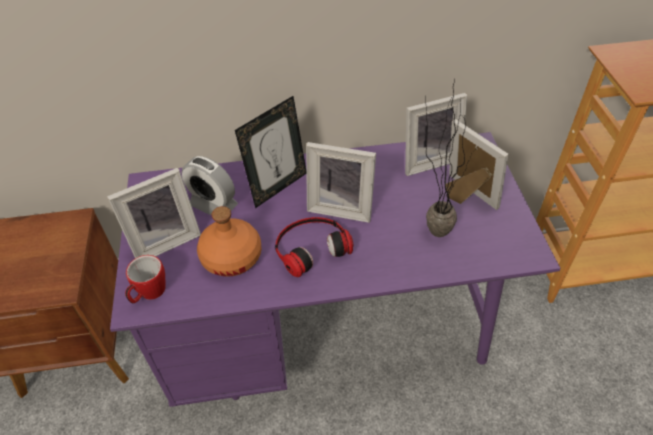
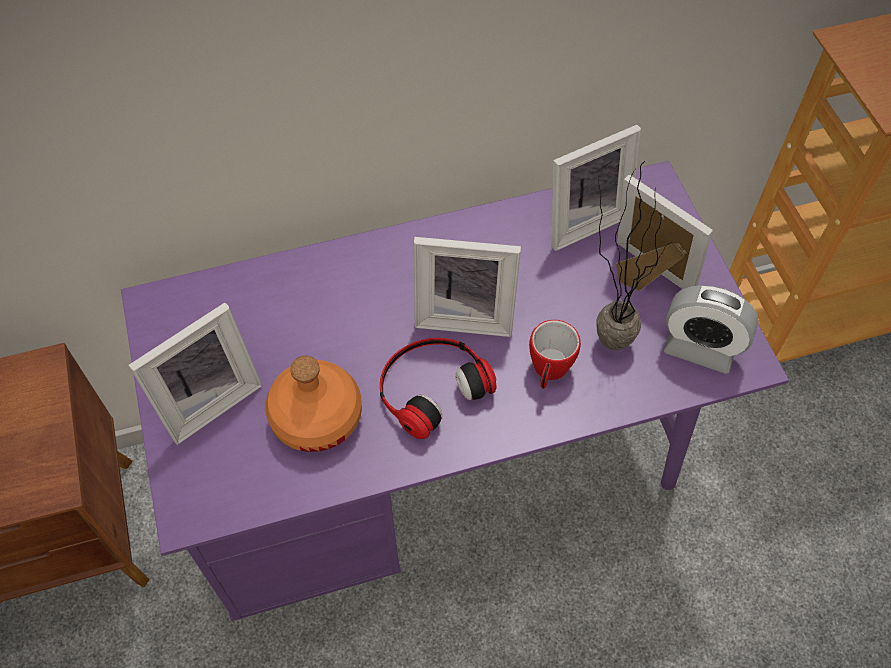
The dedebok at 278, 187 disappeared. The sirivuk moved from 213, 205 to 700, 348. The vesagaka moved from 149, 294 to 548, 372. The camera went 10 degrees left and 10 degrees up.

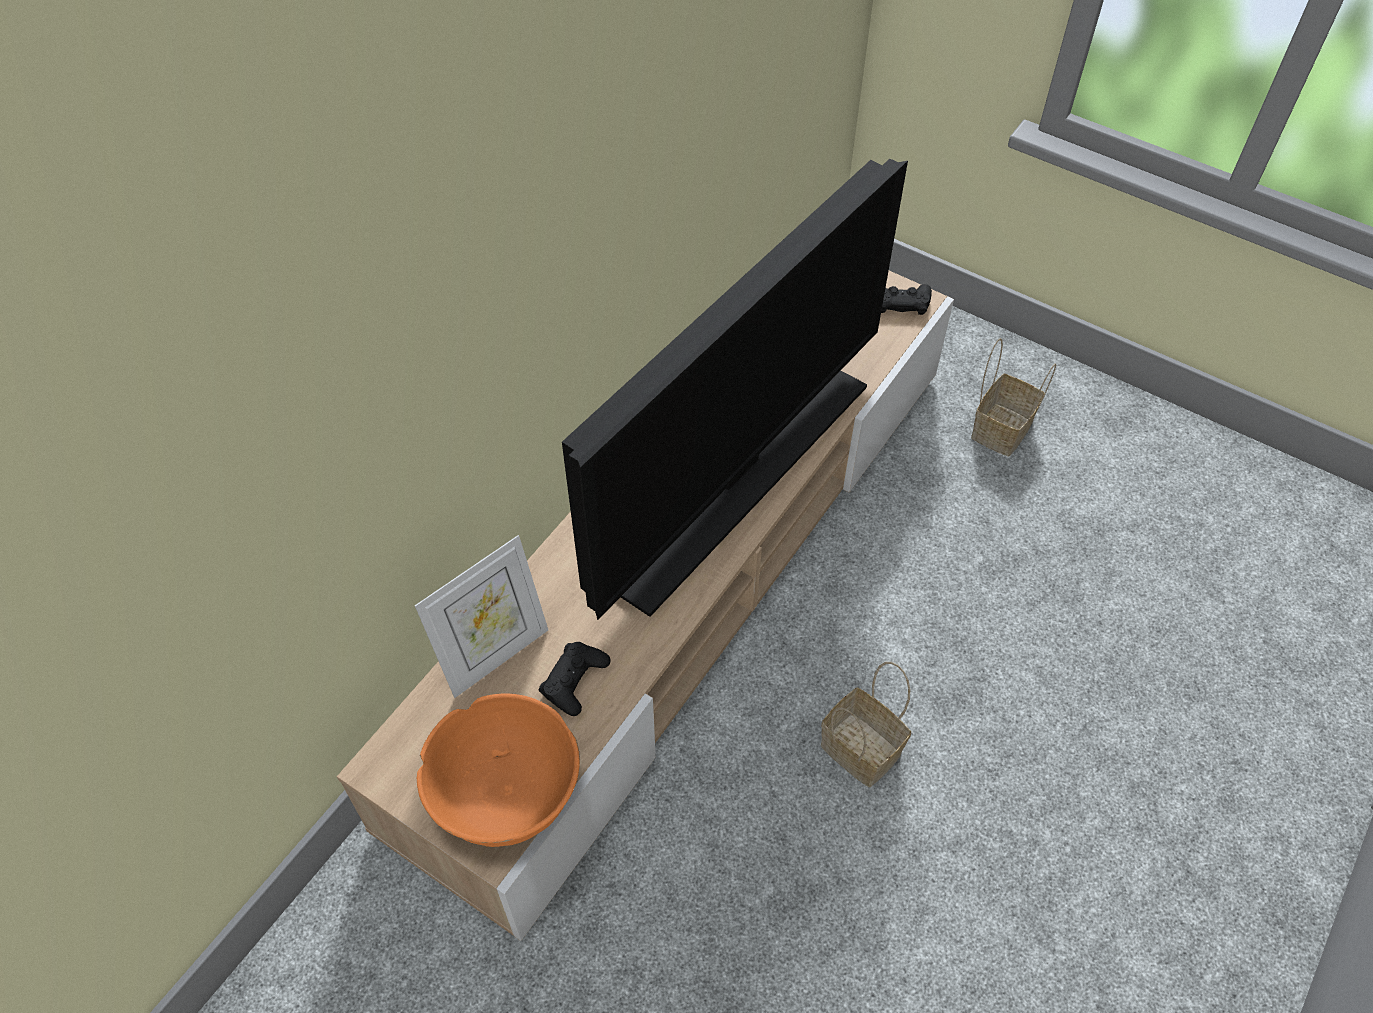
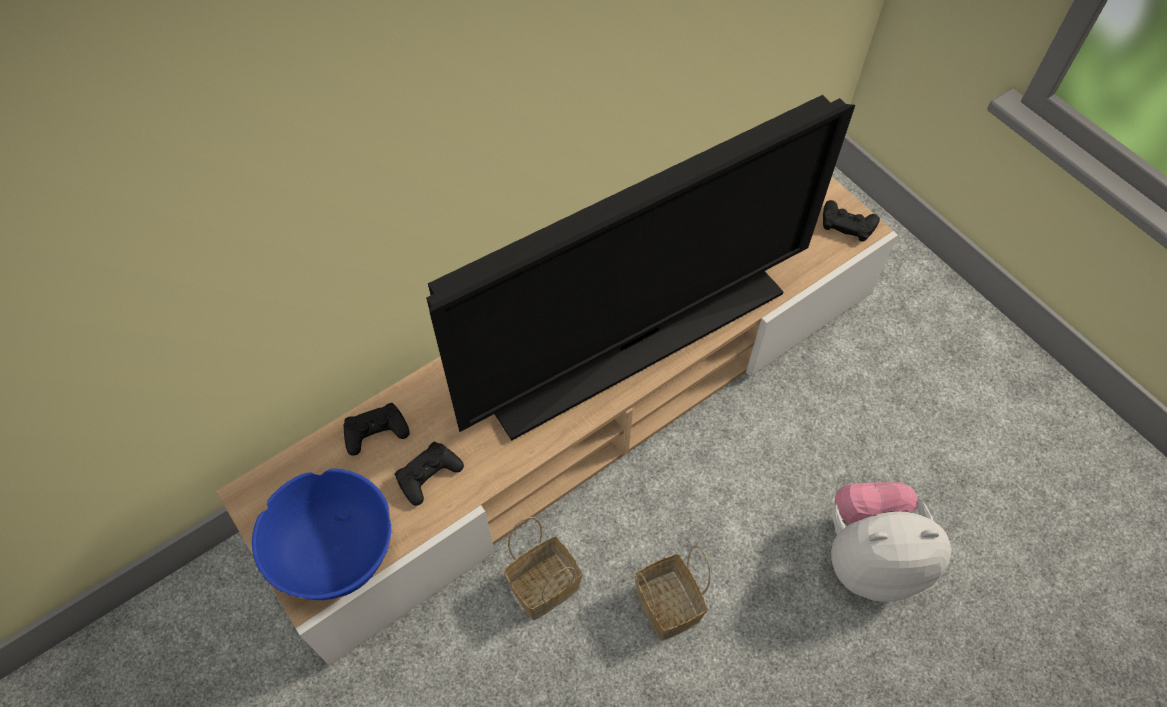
The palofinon moved from 1001, 428 to 545, 584. The dedebok at 495, 655 was replaced by the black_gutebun at 376, 431. The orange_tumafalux at 506, 794 became the blue_tumafalux at 335, 552. The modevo at 870, 557 appeared. The camera went 20 degrees right and 5 degrees up.

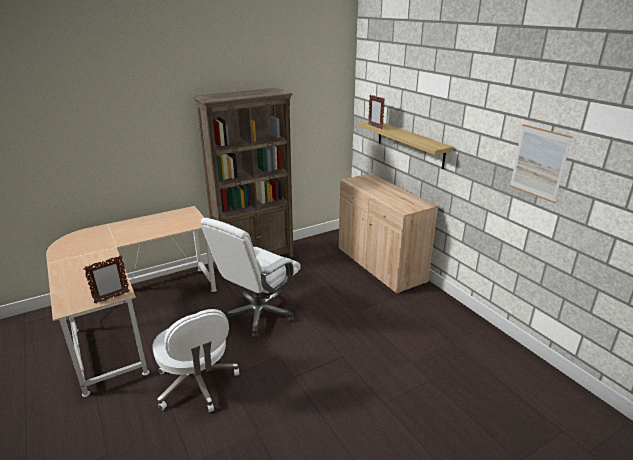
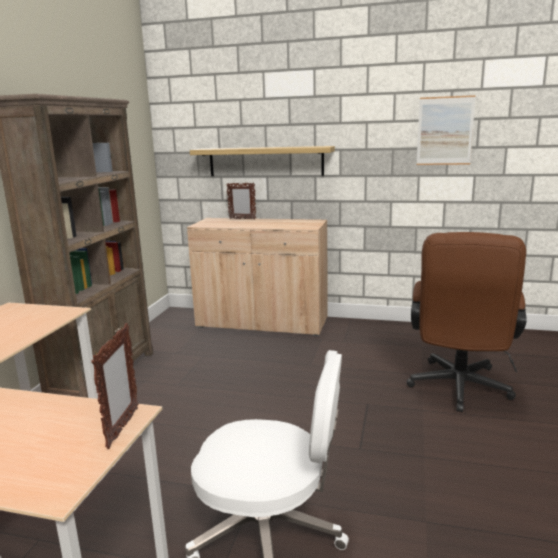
The dedebok moved from 375, 127 to 242, 219. The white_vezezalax at 258, 315 disappeared. The brown_vezezalax at 458, 390 appeared. The camera went 45 degrees left and 10 degrees down.

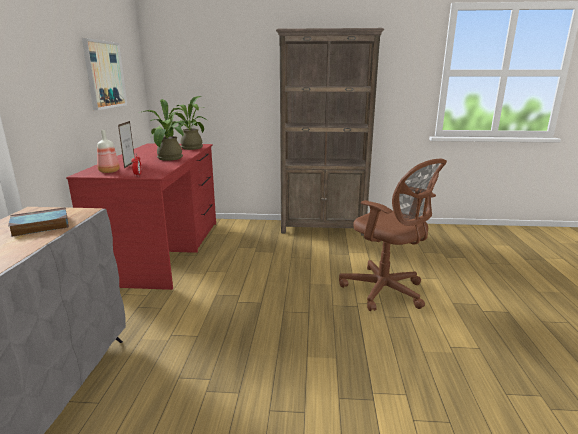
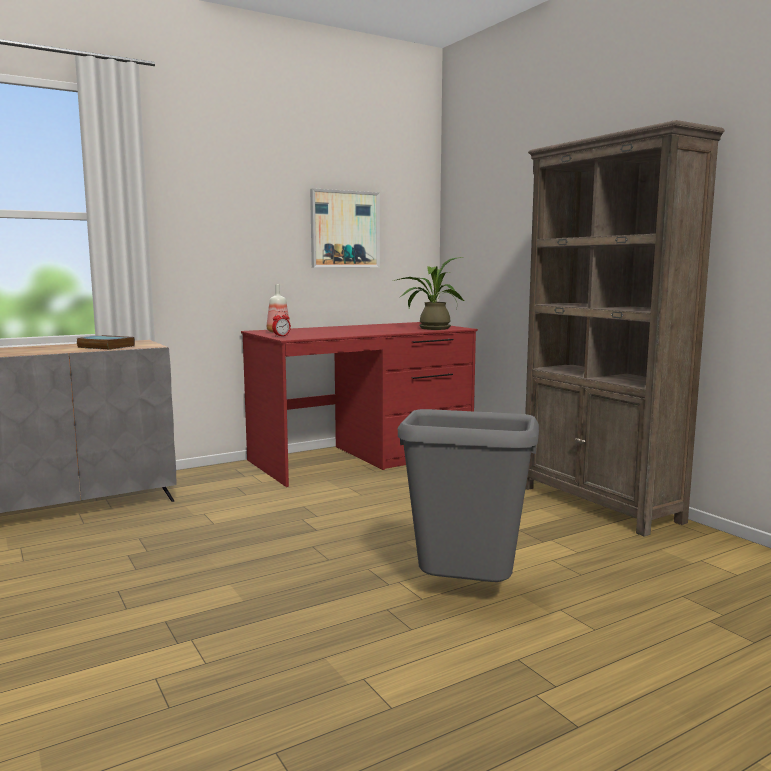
The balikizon at 169, 159 disappeared. The dedebok at 130, 165 disappeared. The brown_vezezalax at 386, 292 was replaced by the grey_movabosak at 464, 594. The camera went 55 degrees right and 10 degrees down.

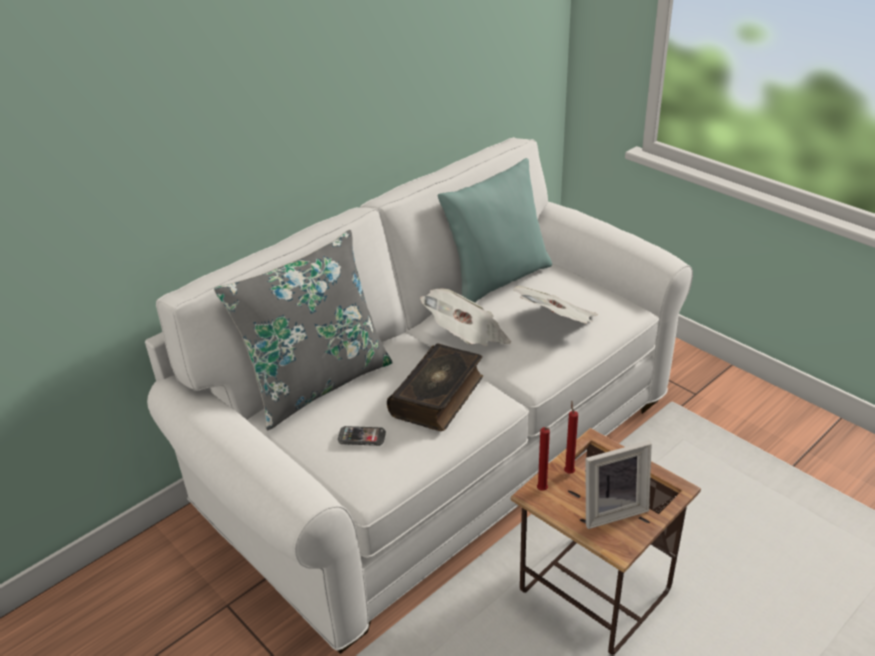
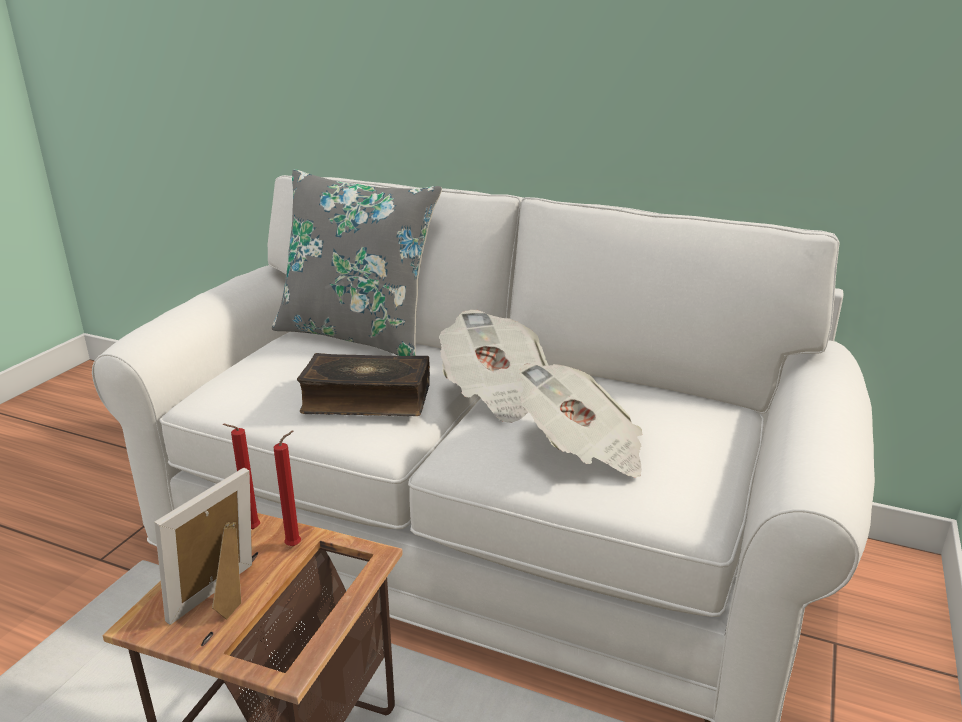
The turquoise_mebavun at 497, 280 disappeared. The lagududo at 361, 437 disappeared. The dedebok at 611, 509 turned 75 degrees clockwise. The camera went 65 degrees right and 10 degrees down.

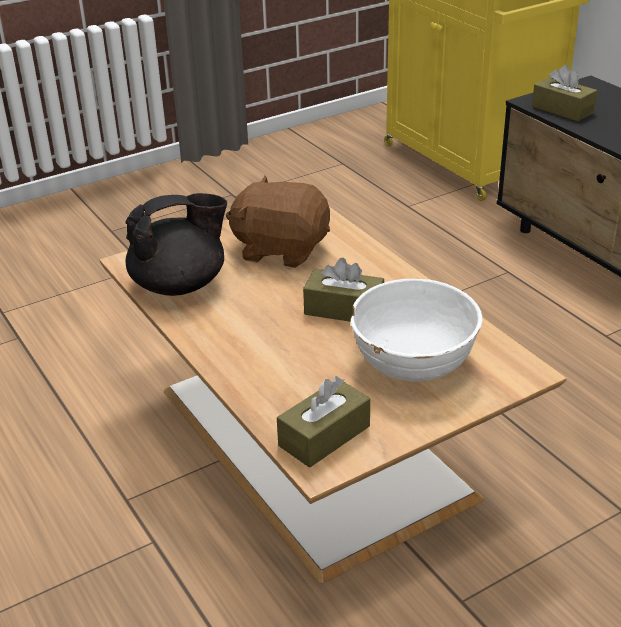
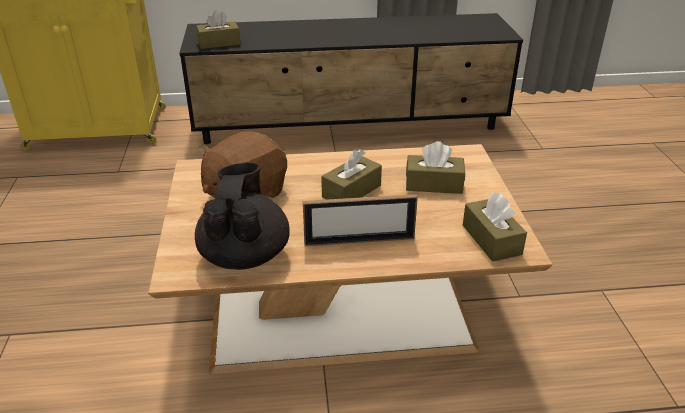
The white_tumafalux at 413, 362 was replaced by the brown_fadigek at 434, 184. The dedebok at 359, 241 appeared. The camera went 65 degrees left and 0 degrees up.

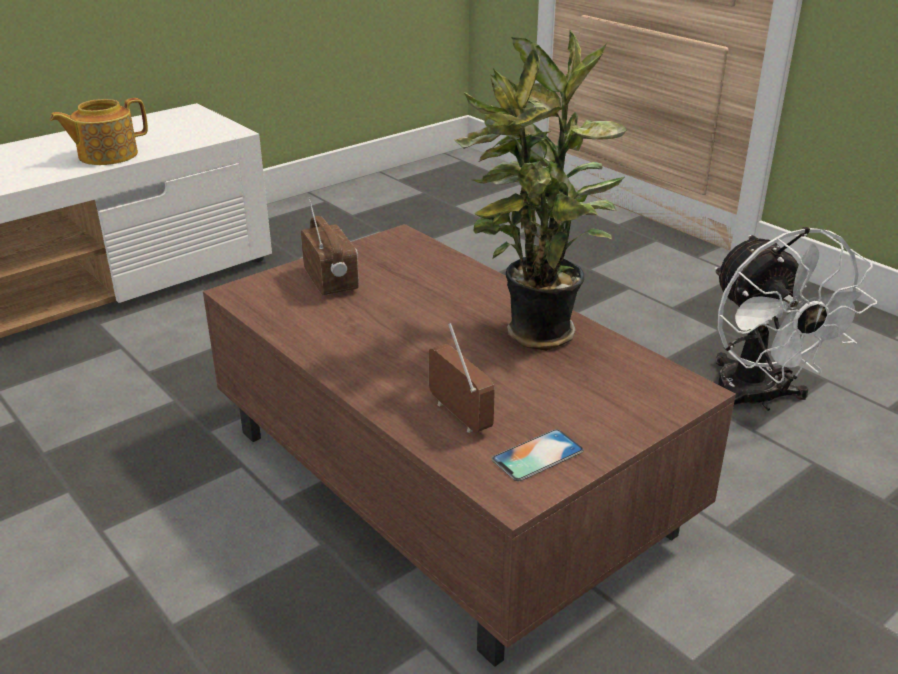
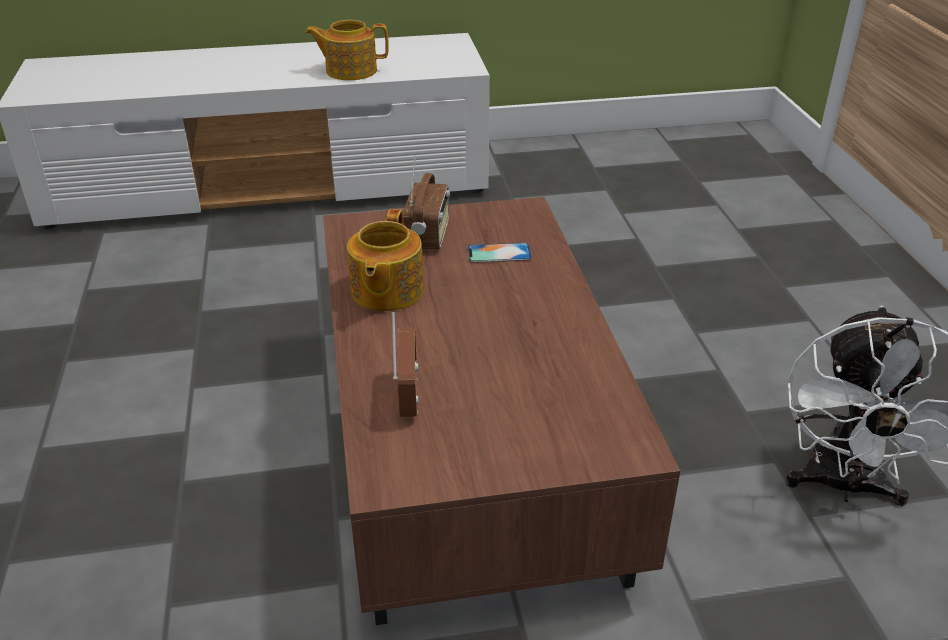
The balikizon at 535, 337 disappeared. The lagududo moved from 537, 455 to 499, 253. The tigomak at 386, 291 appeared. The camera went 30 degrees right and 5 degrees up.

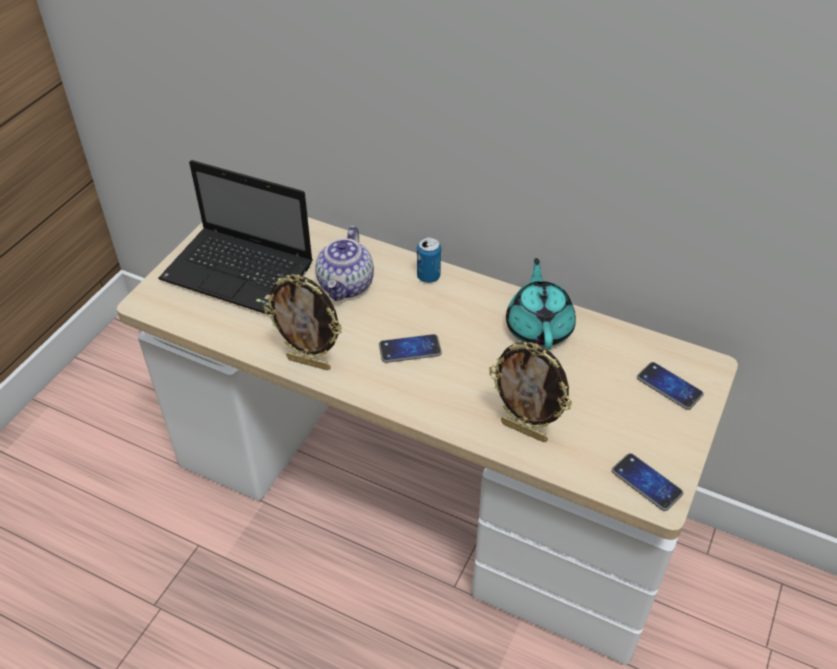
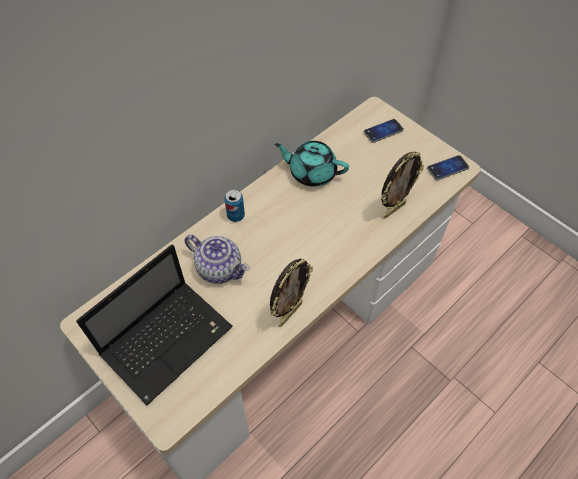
The lagududo at 410, 349 disappeared. The camera went 70 degrees left and 10 degrees up.

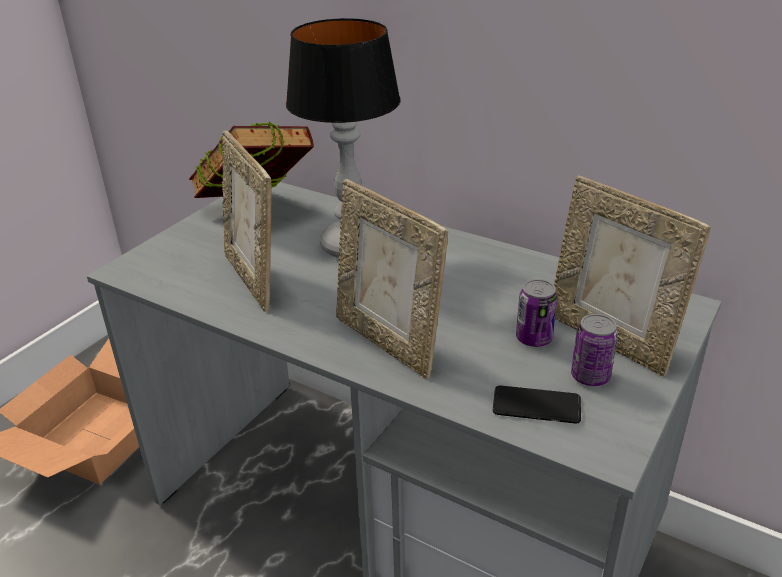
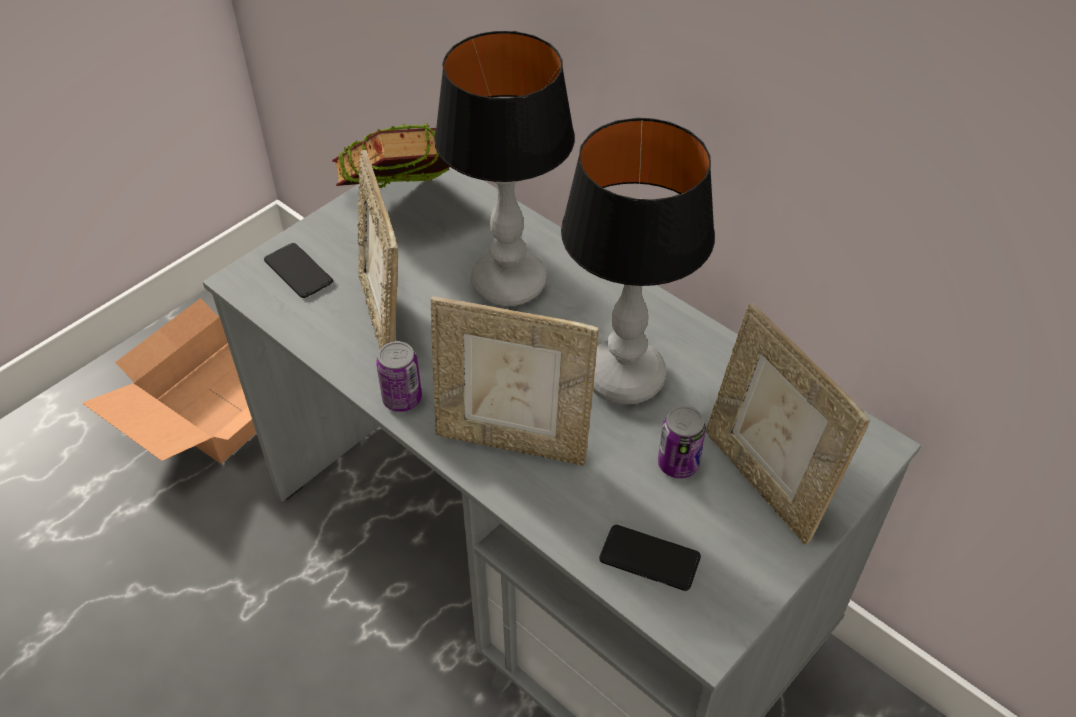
The dedebok at 388, 342 turned 45 degrees counterclockwise. The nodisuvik moved from 590, 376 to 402, 399. The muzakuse at 622, 376 appeared. The lagududo at 298, 271 appeared. The camera went 10 degrees right and 15 degrees up.

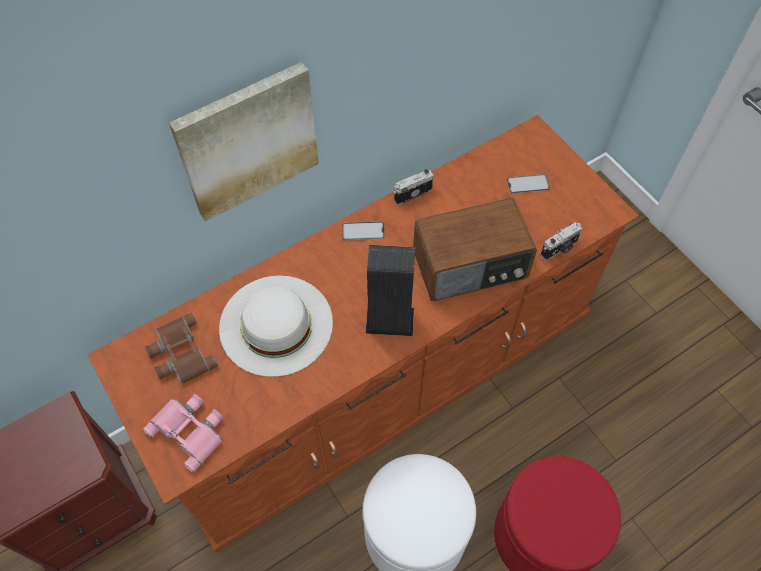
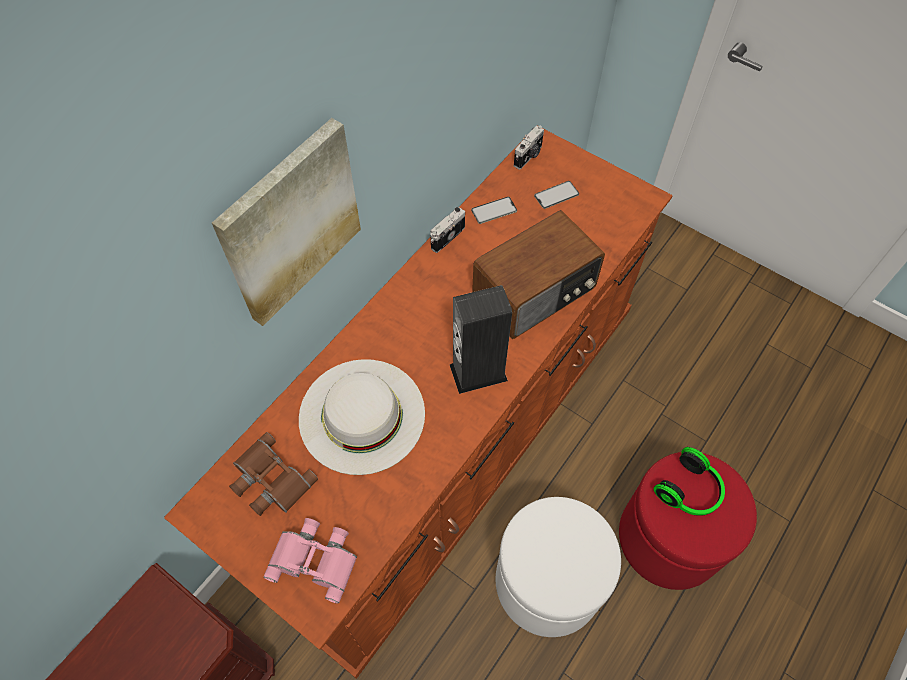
The lagududo moved from 363, 231 to 494, 210. The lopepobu moved from 559, 249 to 529, 156. The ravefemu at 690, 491 appeared. The camera went 20 degrees left and 0 degrees up.

